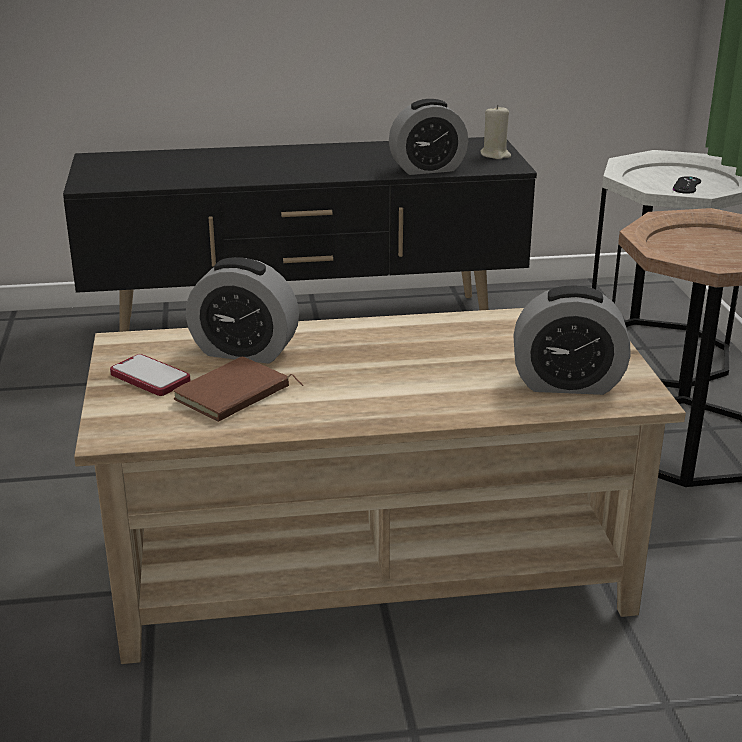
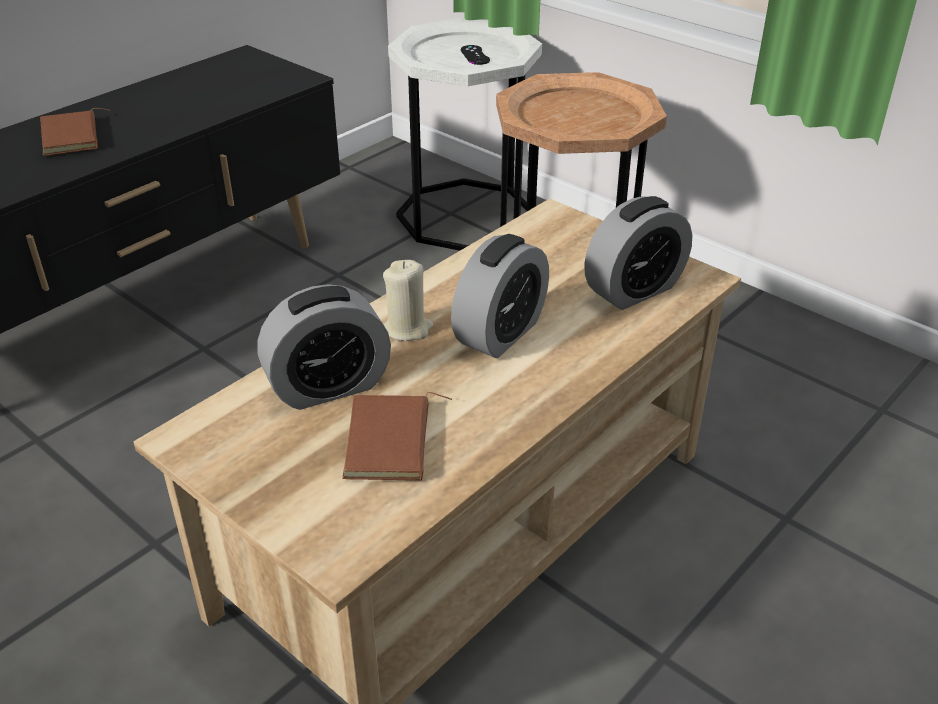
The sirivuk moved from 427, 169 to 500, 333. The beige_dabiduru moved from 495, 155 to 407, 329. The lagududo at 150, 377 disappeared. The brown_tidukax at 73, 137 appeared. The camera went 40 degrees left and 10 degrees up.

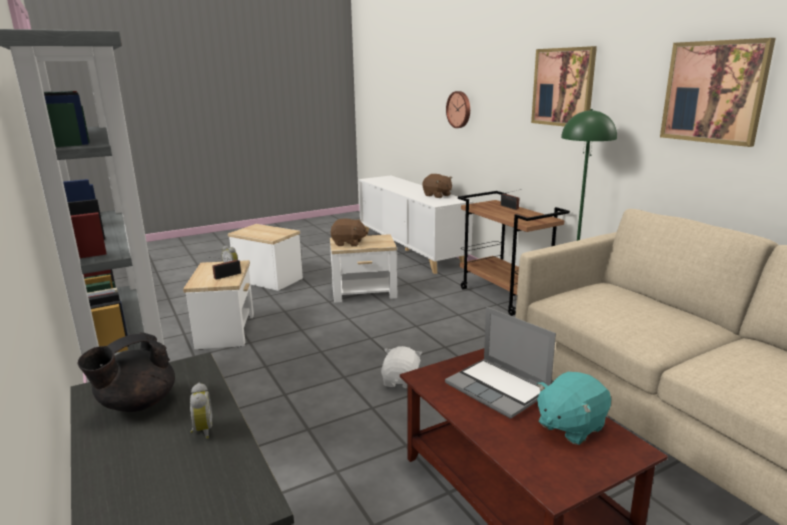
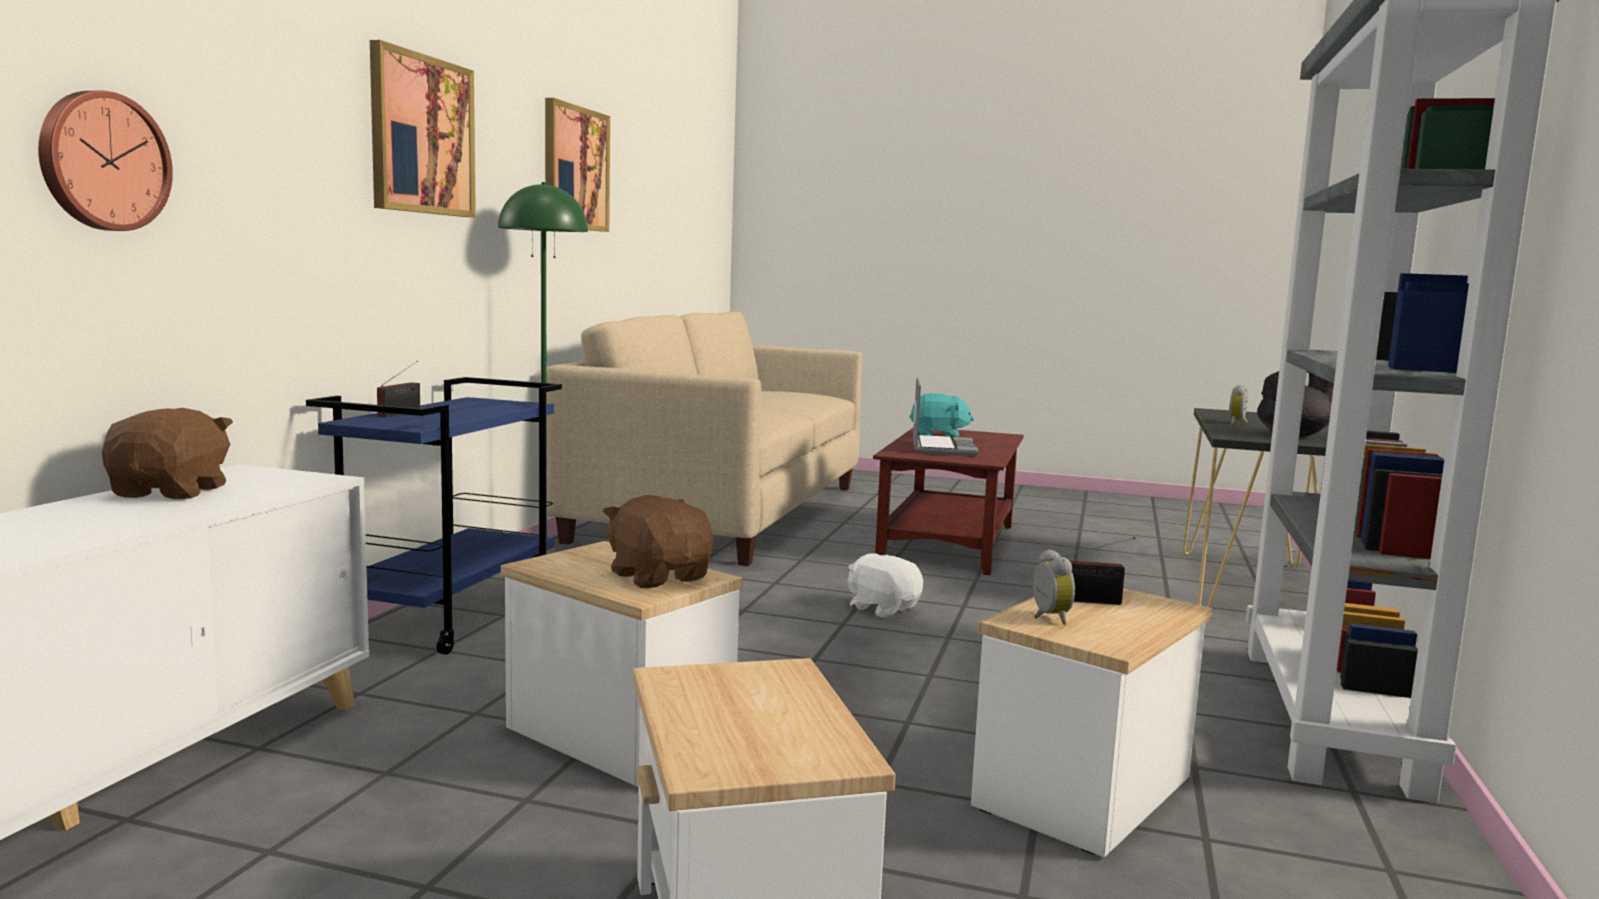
The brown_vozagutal at 506, 296 became the blue_vozagutal at 449, 616. The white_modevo at 401, 381 turned 75 degrees clockwise. The camera went 135 degrees left and 10 degrees down.

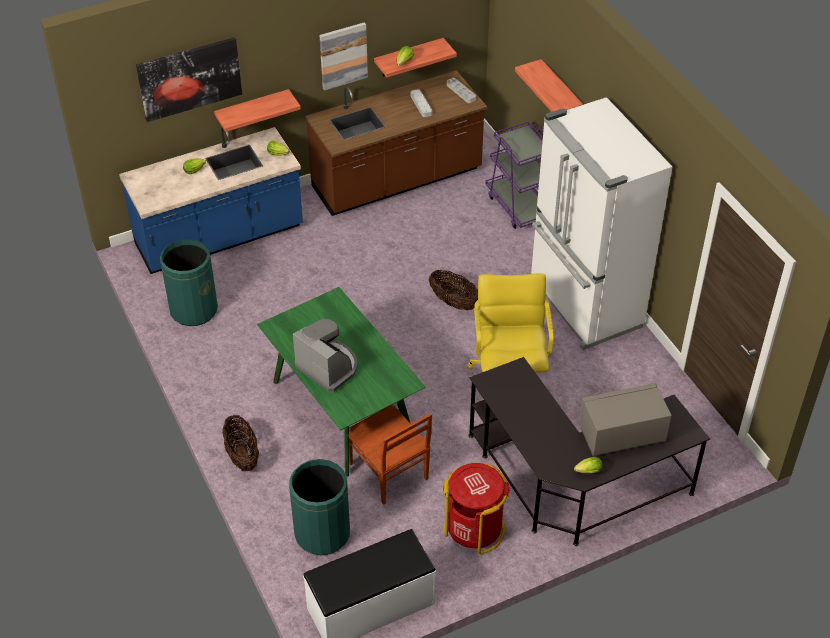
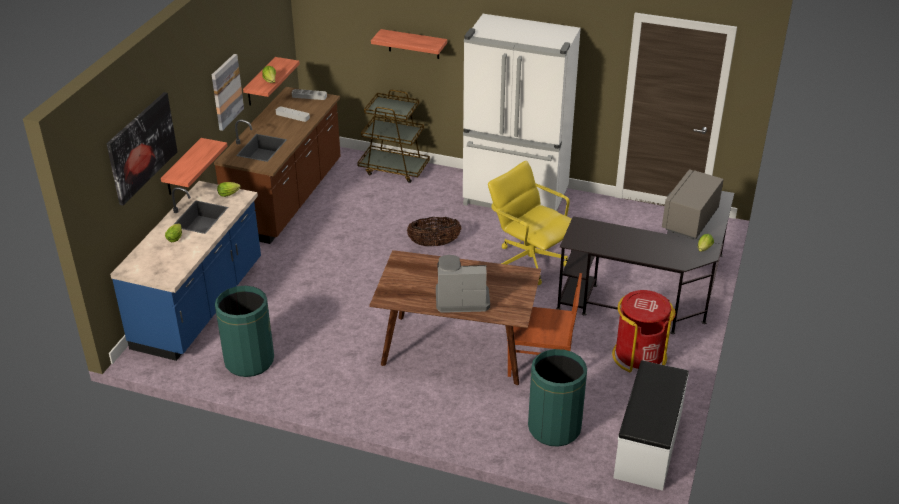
The purple_vozagutal at 519, 206 became the brown_vozagutal at 394, 169. The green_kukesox at 341, 411 became the brown_kukesox at 455, 350. The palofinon at 242, 455 disappeared. The camera went 45 degrees left and 10 degrees down.

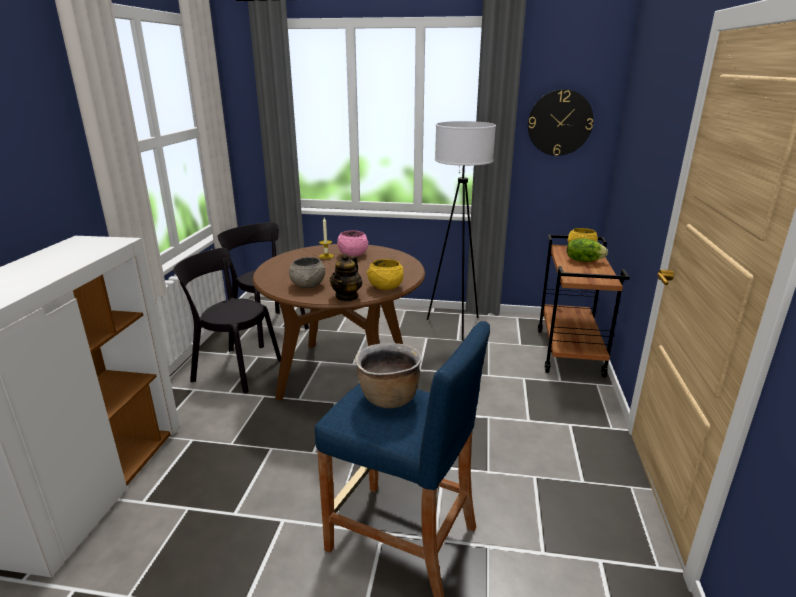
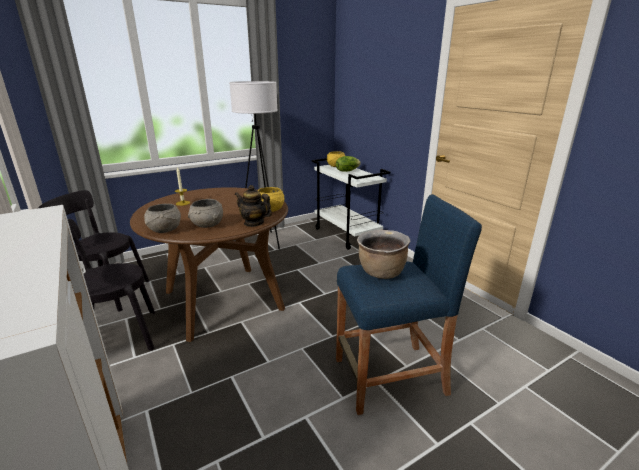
The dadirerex at 559, 123 disappeared. The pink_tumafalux at 352, 254 disappeared. The brown_vozagutal at 570, 353 became the white_vozagutal at 347, 235. The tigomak at 347, 296 turned 135 degrees clockwise. The grey_tumafalux at 164, 230 appeared. The camera went 40 degrees left and 0 degrees up.

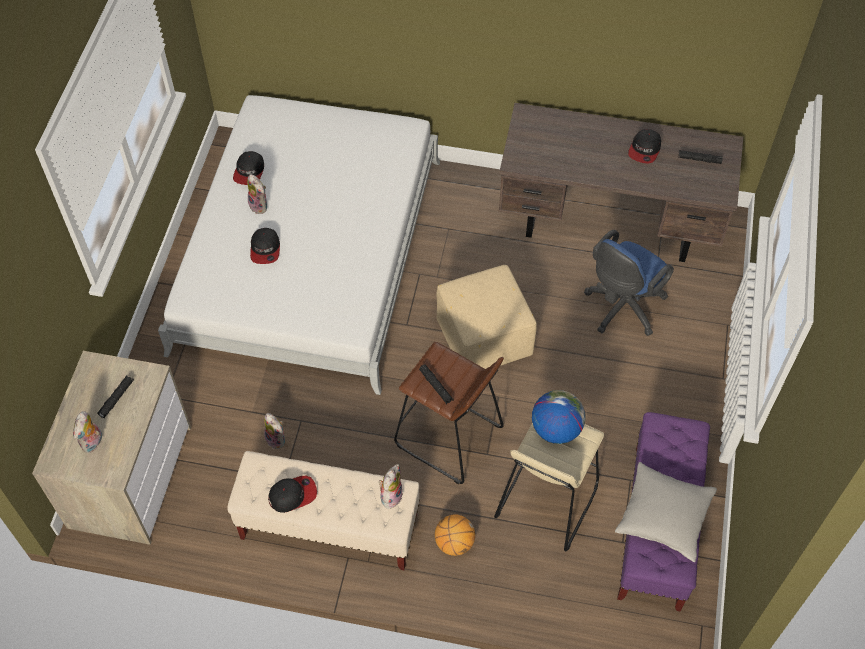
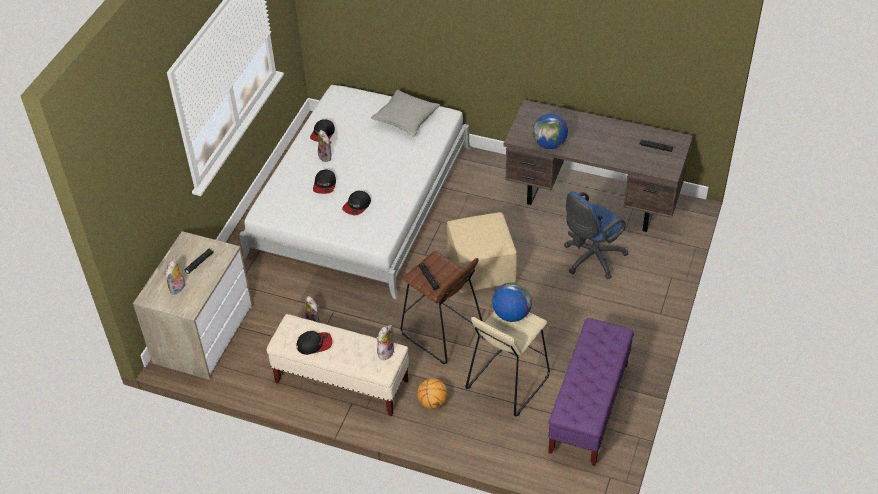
The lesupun moved from 644, 149 to 357, 206. The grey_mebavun moved from 663, 516 to 405, 119. The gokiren at 549, 144 appeared. The camera went 10 degrees right and 10 degrees down.

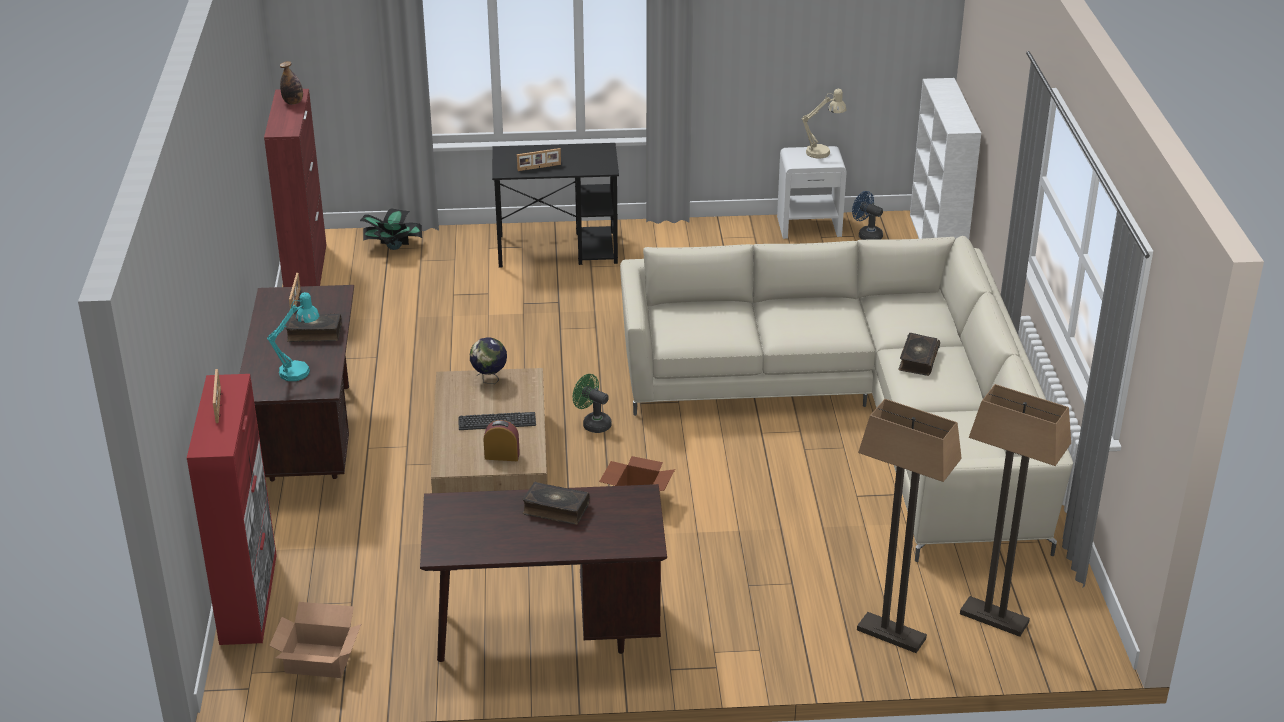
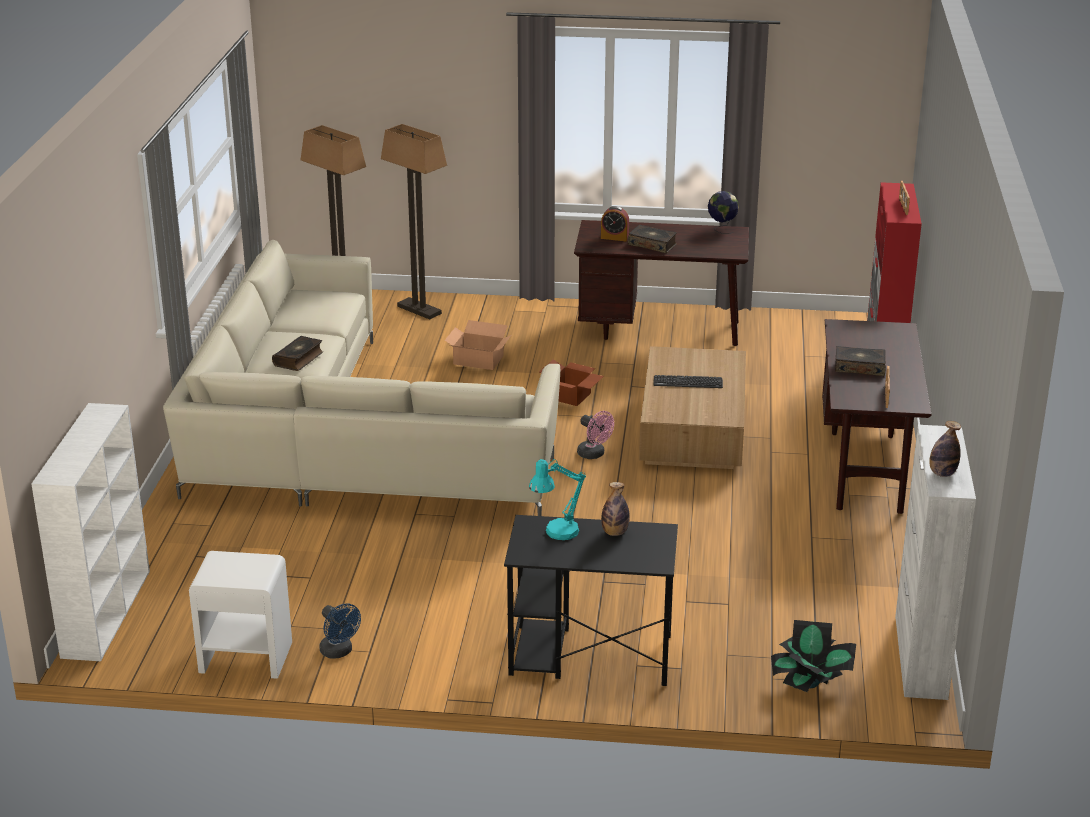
The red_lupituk at 306, 270 became the white_lupituk at 920, 657. The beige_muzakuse at 822, 152 disappeared. The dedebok at 539, 167 was replaced by the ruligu at 615, 532. The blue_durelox moved from 866, 235 to 339, 652. The turquoise_muzakuse moved from 300, 370 to 556, 533. The gokiren moved from 489, 380 to 722, 229. The green_durelox at 593, 423 became the pink_durelox at 594, 454. The sirivuk moved from 502, 456 to 614, 237. The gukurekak moved from 318, 659 to 478, 360. The camera went 170 degrees left and 5 degrees down.

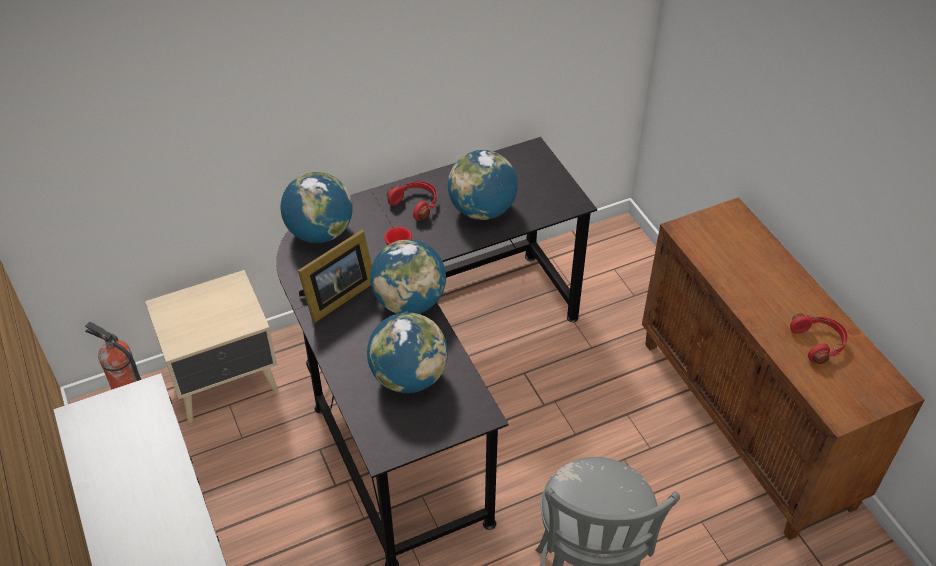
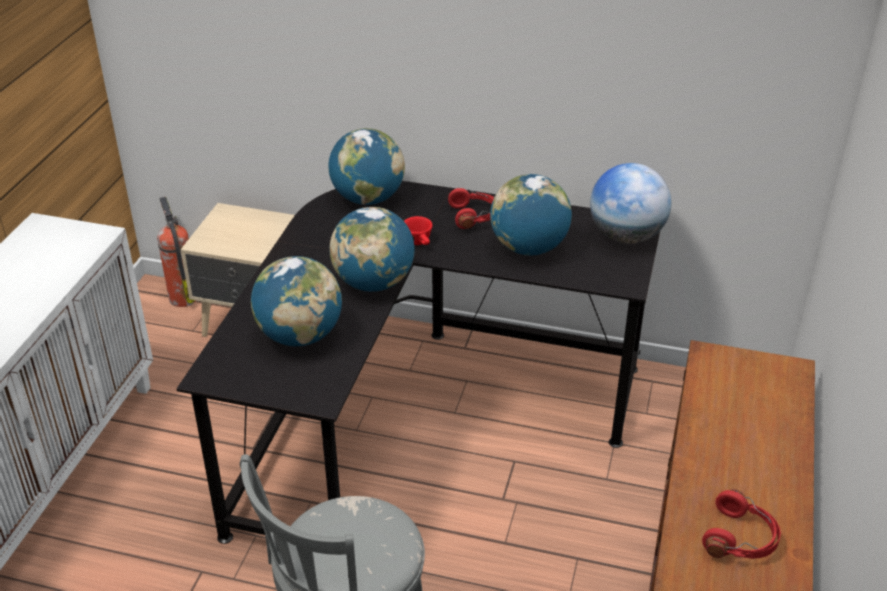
The dedebok at 335, 297 disappeared. The gokiren at 626, 236 appeared. The camera went 40 degrees right and 10 degrees down.

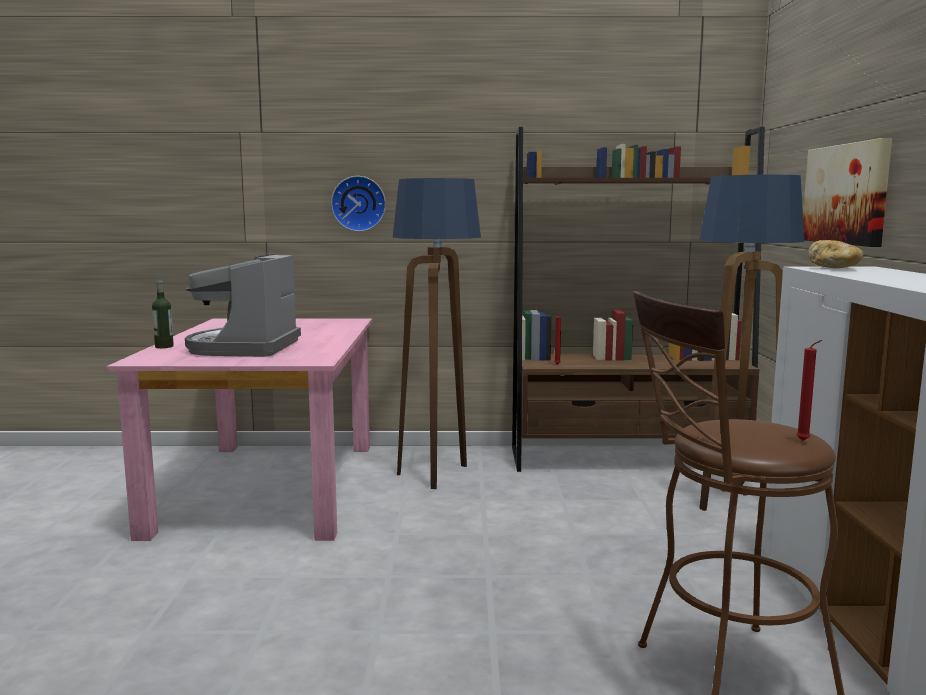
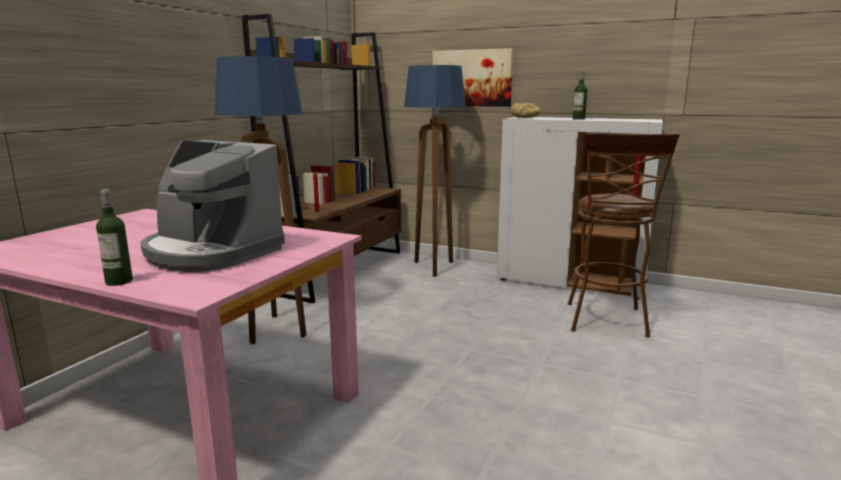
The dadirerex at 359, 203 disappeared. The ruligu at 578, 119 appeared. The camera went 65 degrees left and 5 degrees up.

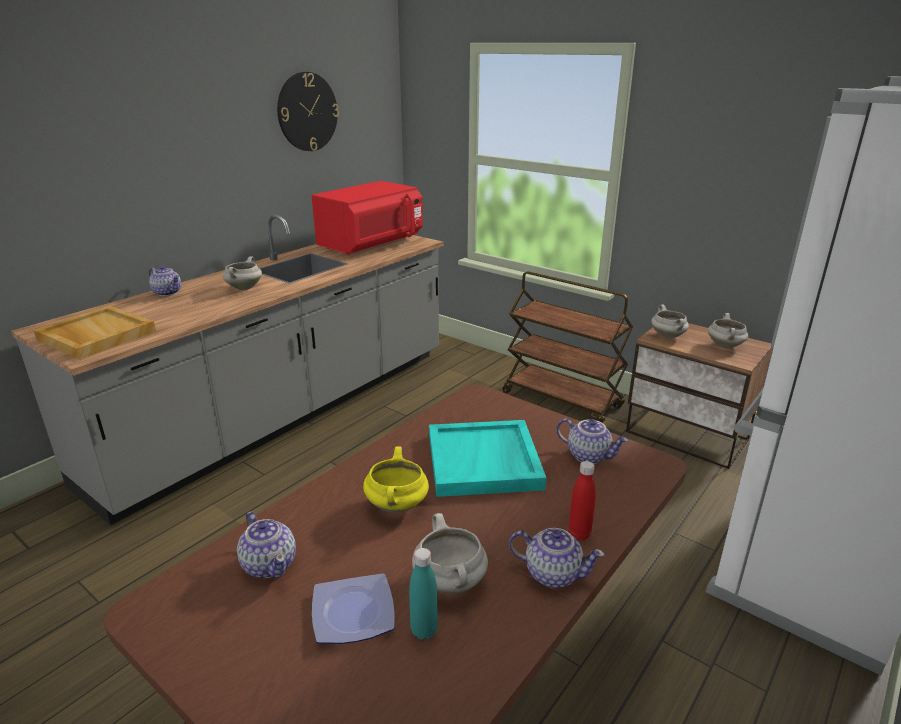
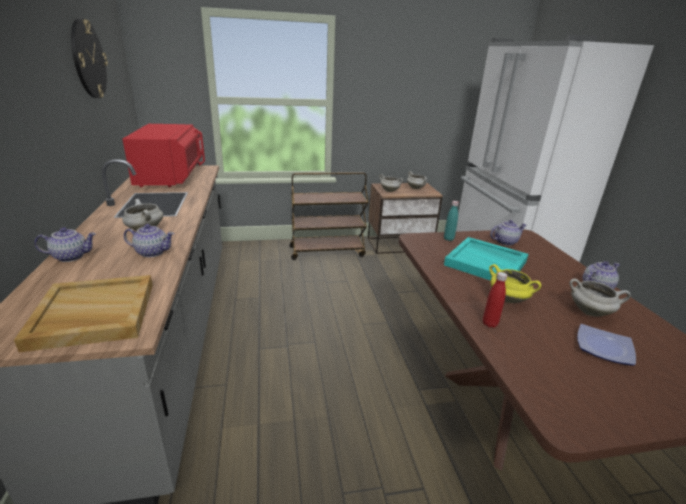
The red_ruligu moved from 579, 534 to 489, 324. The tigomak moved from 269, 564 to 152, 252. The turquoise_ruligu moved from 424, 630 to 448, 239. The camera went 50 degrees left and 0 degrees up.

